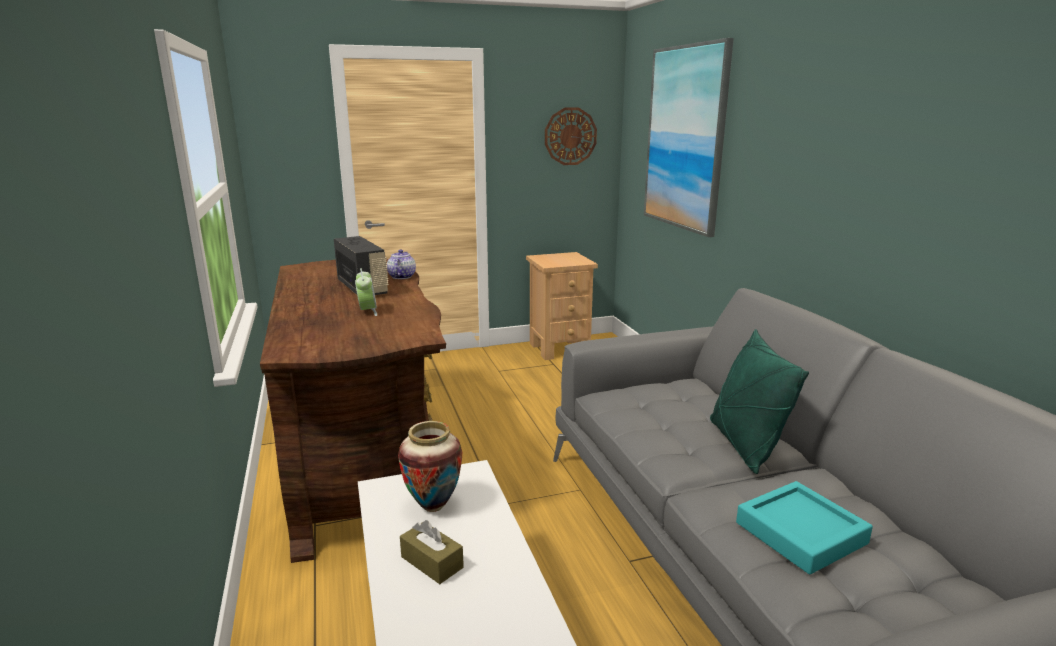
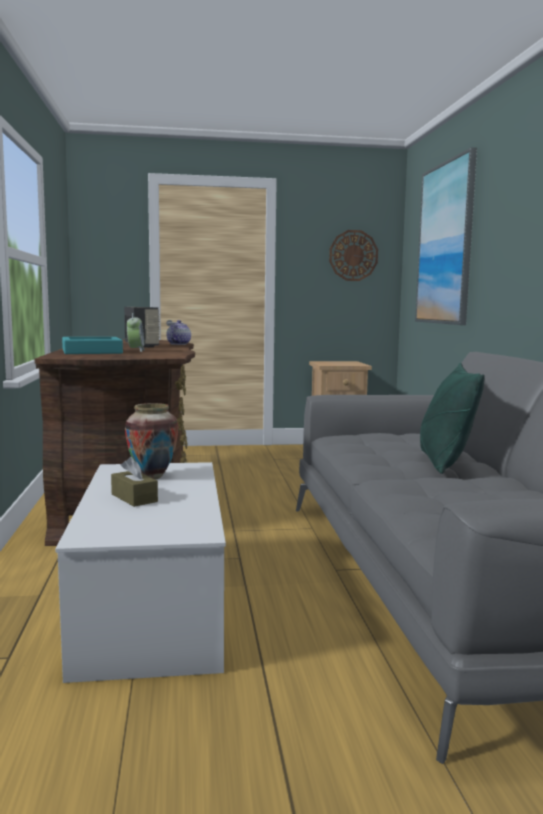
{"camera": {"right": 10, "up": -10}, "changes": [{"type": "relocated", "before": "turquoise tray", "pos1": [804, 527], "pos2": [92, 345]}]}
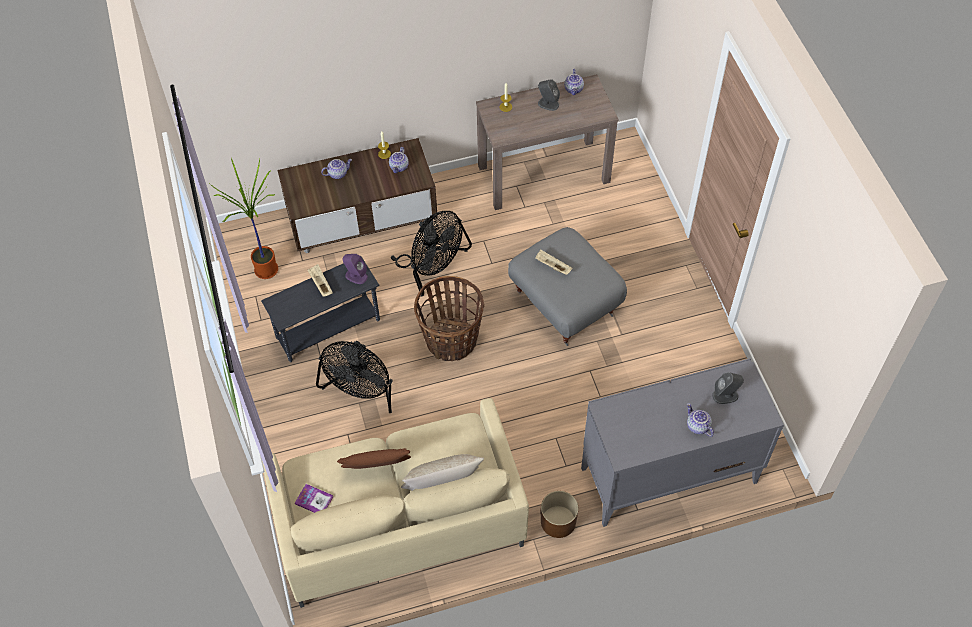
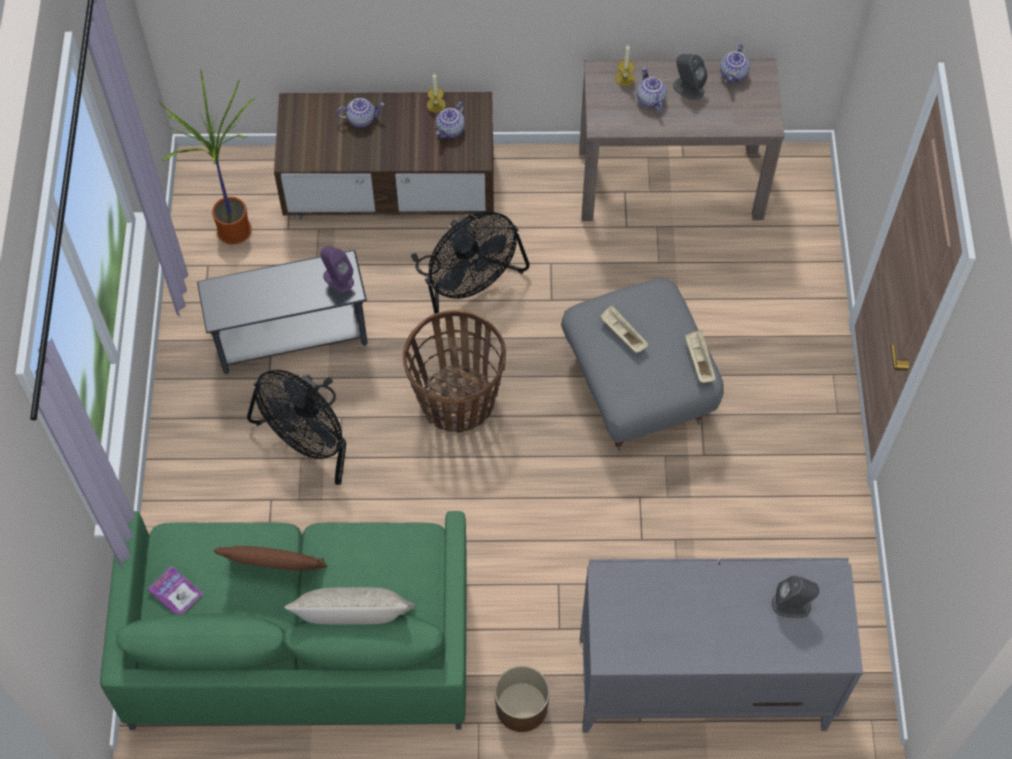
{"camera": {"right": 15, "up": 5}, "changes": [{"type": "relocated", "before": "beige tray", "pos1": [320, 280], "pos2": [700, 356]}, {"type": "relocated", "before": "teapot", "pos1": [700, 420], "pos2": [652, 89]}, {"type": "colour", "before": "beige sofa", "after": "green sofa", "pos1": [395, 503], "pos2": [283, 620]}]}
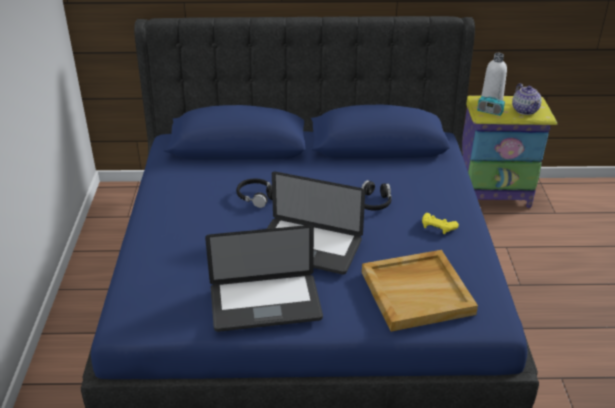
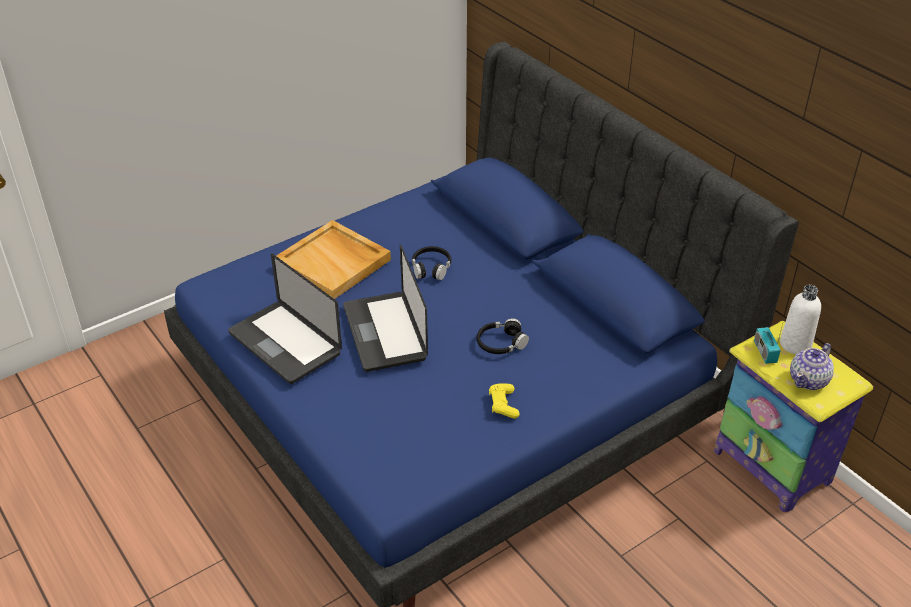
{"camera": {"right": 55, "up": 5}, "changes": [{"type": "relocated", "before": "beige tray", "pos1": [420, 291], "pos2": [333, 259]}]}
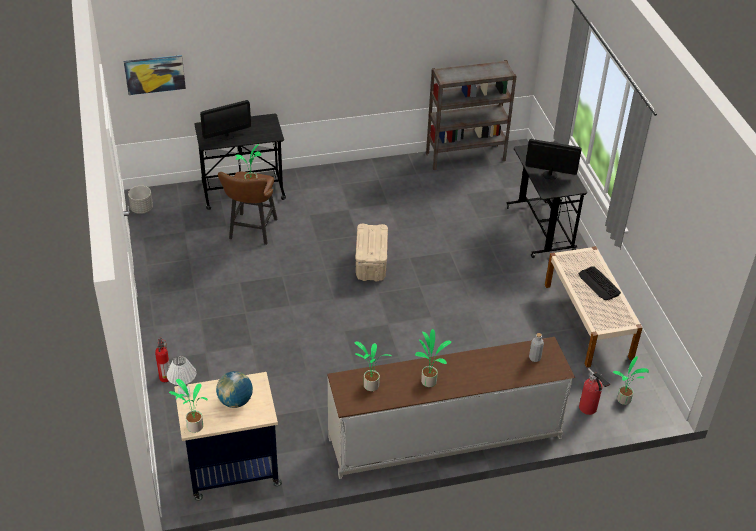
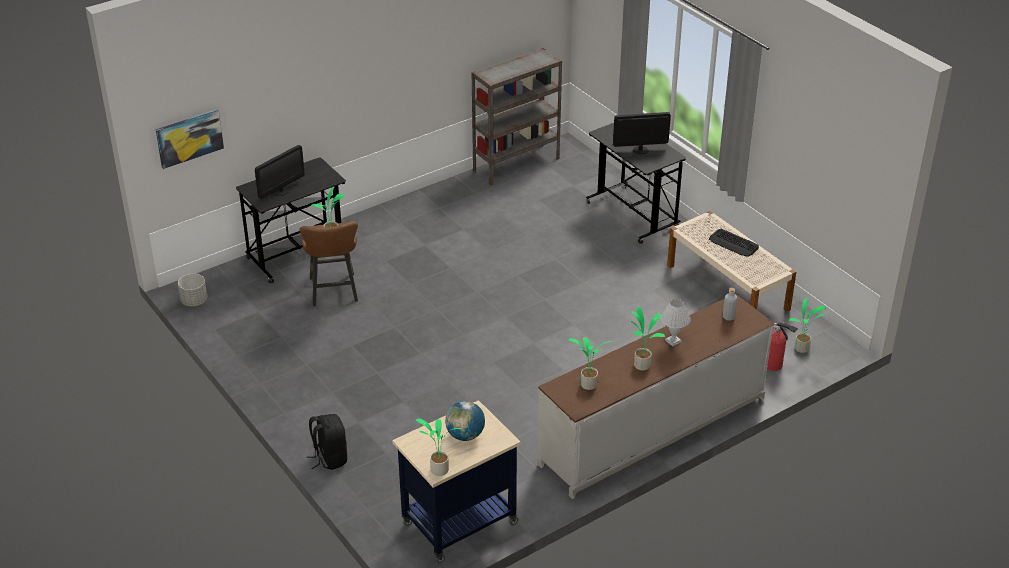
{"camera": {"right": -20, "up": -5}, "changes": [{"type": "missing", "before": "beige storage box", "pos1": [371, 252]}, {"type": "relocated", "before": "white table lamp", "pos1": [181, 377], "pos2": [675, 322]}, {"type": "exchanged", "before": "fire extinguisher", "after": "black backpack", "pos1": [162, 360], "pos2": [326, 442]}]}
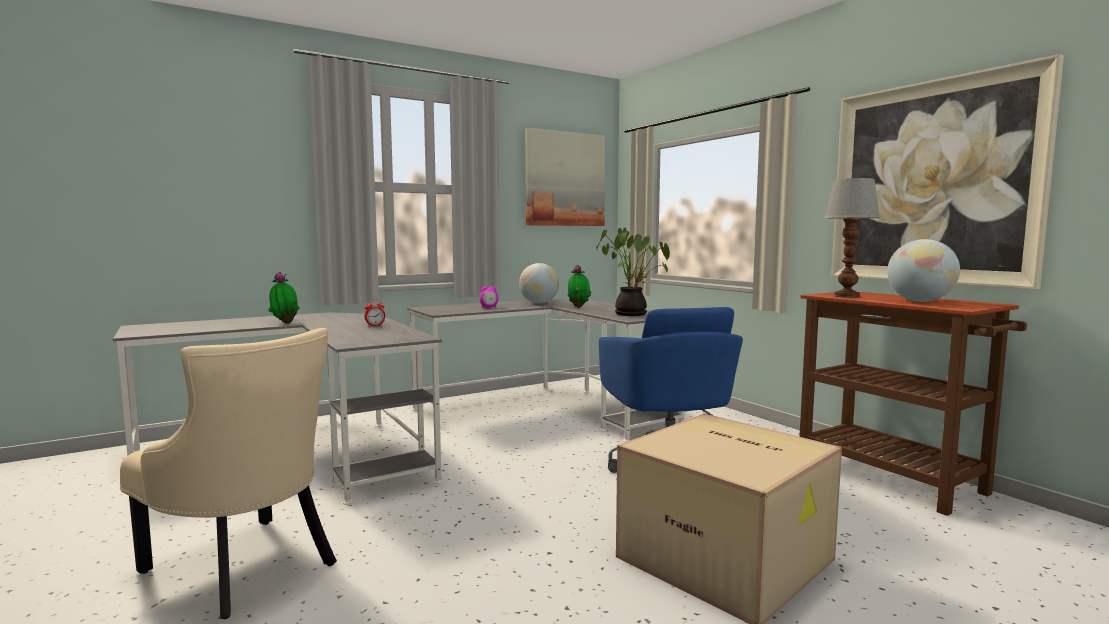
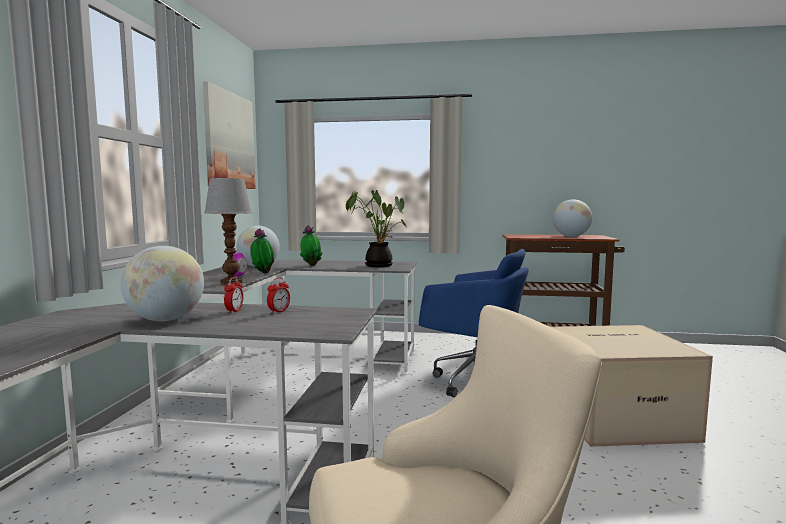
{"camera": {"right": -50, "up": 0}, "changes": [{"type": "missing", "before": "picture", "pos1": [947, 171]}, {"type": "appeared", "after": "globe", "pos2": [162, 283]}, {"type": "appeared", "after": "alarm clock", "pos2": [278, 295]}, {"type": "relocated", "before": "potted plant", "pos1": [283, 298], "pos2": [262, 250]}, {"type": "relocated", "before": "table lamp", "pos1": [852, 238], "pos2": [228, 231]}]}
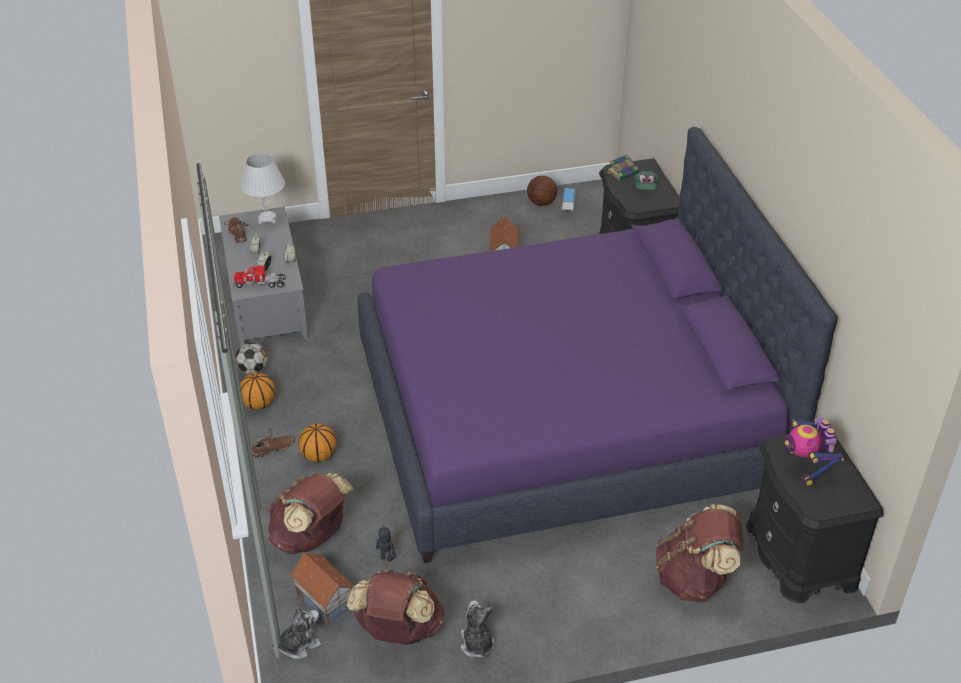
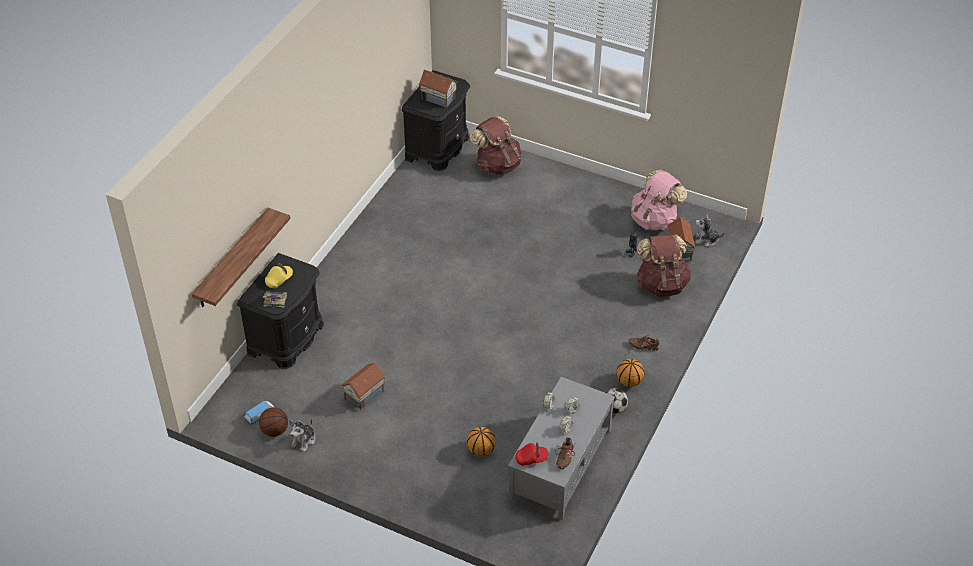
{"camera": {"right": -140, "up": 5}, "changes": [{"type": "missing", "before": "toy truck", "pos1": [260, 276]}, {"type": "missing", "before": "purple bed", "pos1": [597, 345]}, {"type": "appeared", "after": "shelf", "pos2": [241, 257]}, {"type": "relocated", "before": "basketball", "pos1": [317, 443], "pos2": [481, 441]}, {"type": "relocated", "before": "plush toy", "pos1": [478, 629], "pos2": [302, 435]}, {"type": "exchanged", "before": "white table lamp", "after": "red cap", "pos1": [263, 189], "pos2": [531, 454]}, {"type": "exchanged", "before": "toy robot", "after": "toy house", "pos1": [814, 452], "pos2": [438, 89]}, {"type": "colour", "before": "brown backpack", "after": "pink backpack", "pos1": [396, 607], "pos2": [659, 200]}, {"type": "colour", "before": "green cap", "after": "yellow cap", "pos1": [646, 180], "pos2": [279, 275]}]}
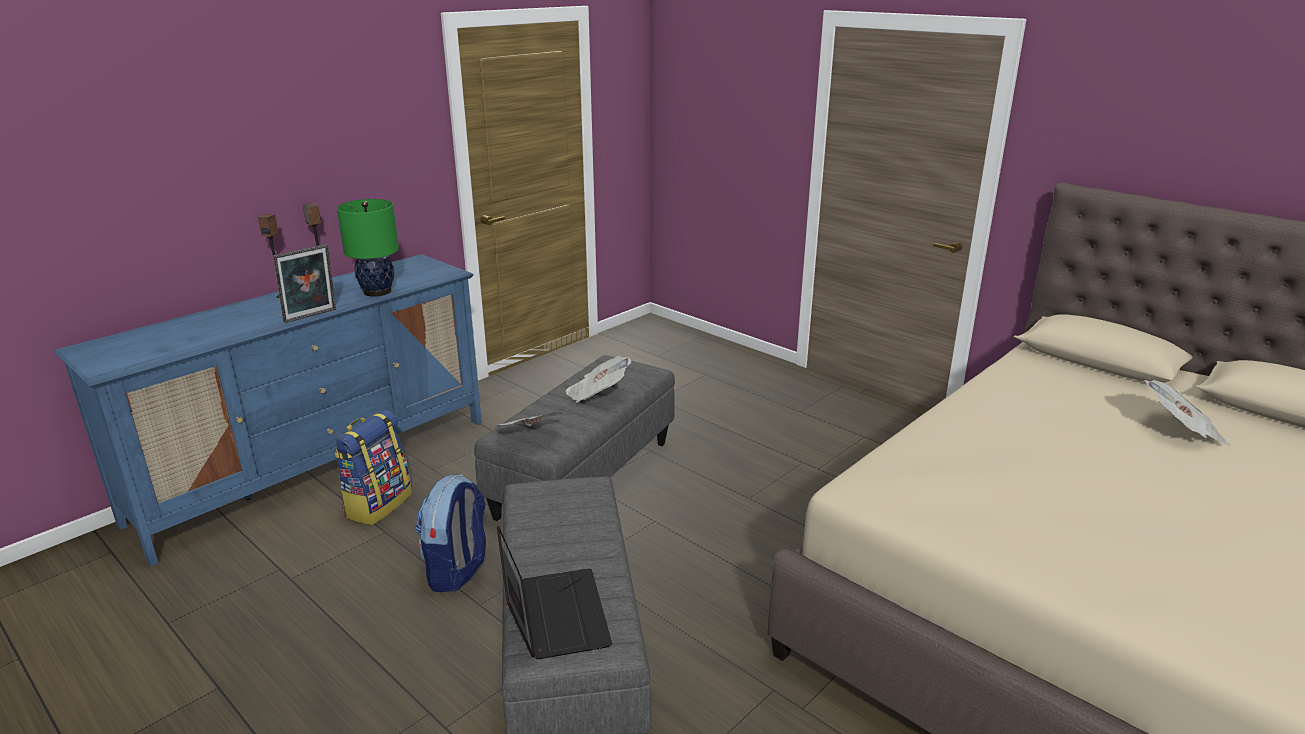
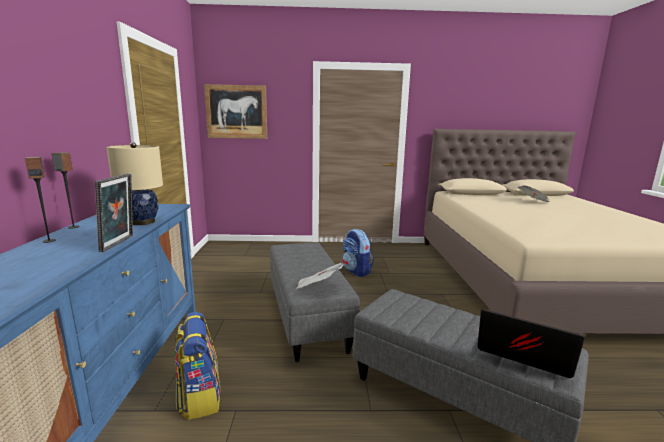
{"camera": {"right": -45, "up": -10}, "changes": [{"type": "missing", "before": "newspaper", "pos1": [598, 379]}, {"type": "appeared", "after": "picture", "pos2": [235, 111]}, {"type": "relocated", "before": "backpack", "pos1": [450, 533], "pos2": [358, 253]}, {"type": "colour", "before": "green table lamp", "after": "beige table lamp", "pos1": [368, 248], "pos2": [135, 183]}]}
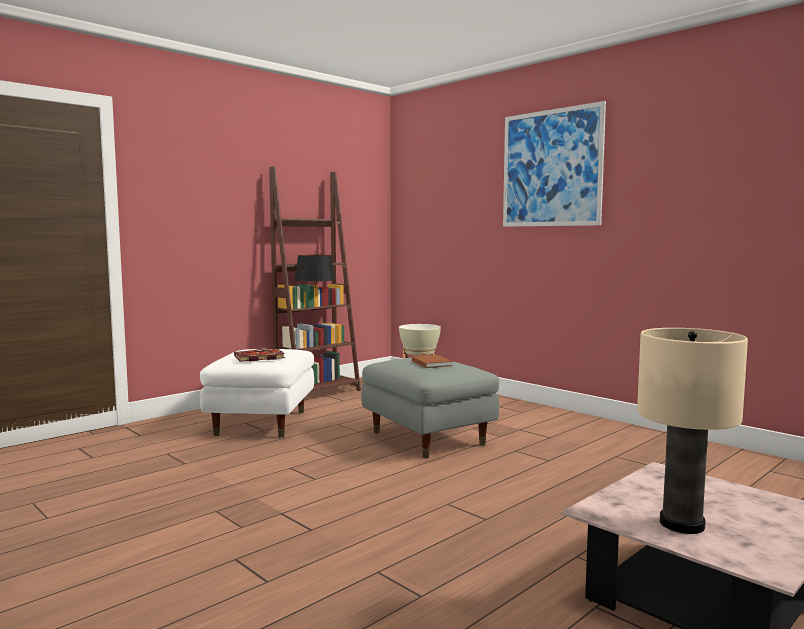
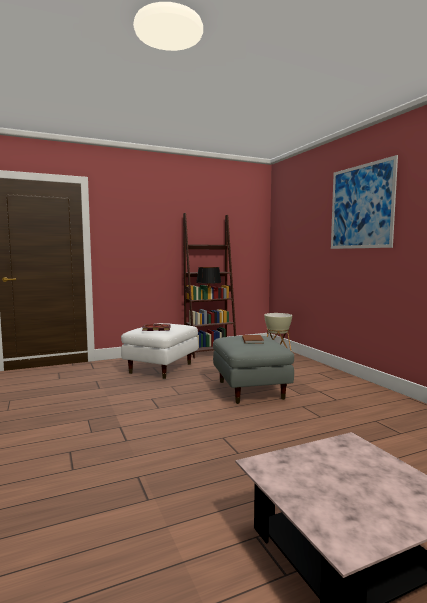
{"camera": {"right": 20, "up": 0}, "changes": [{"type": "missing", "before": "beige table lamp", "pos1": [692, 431]}]}
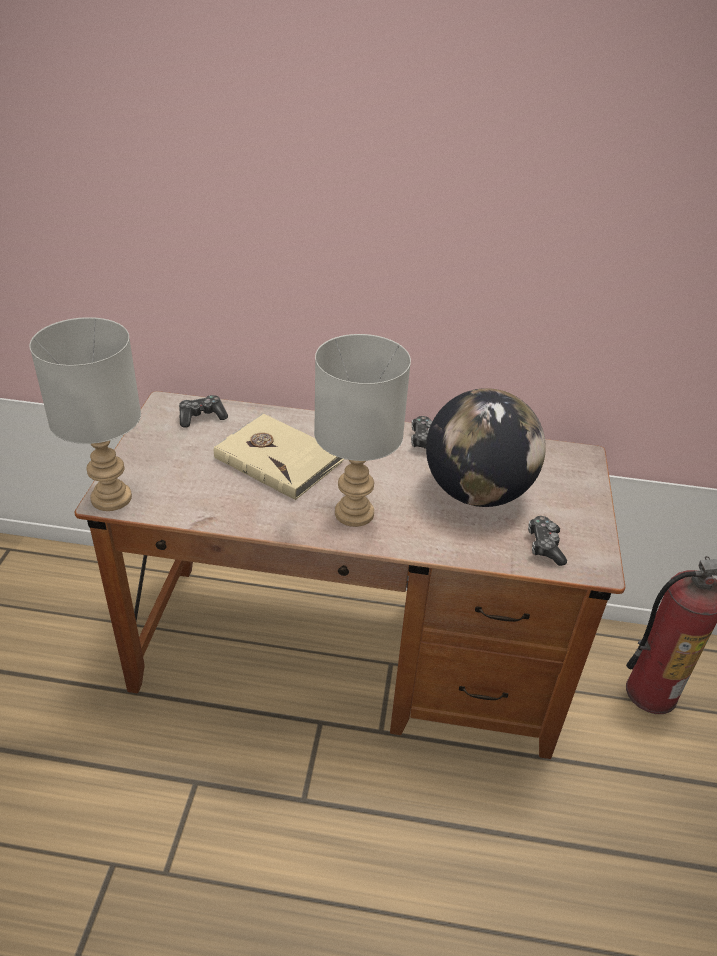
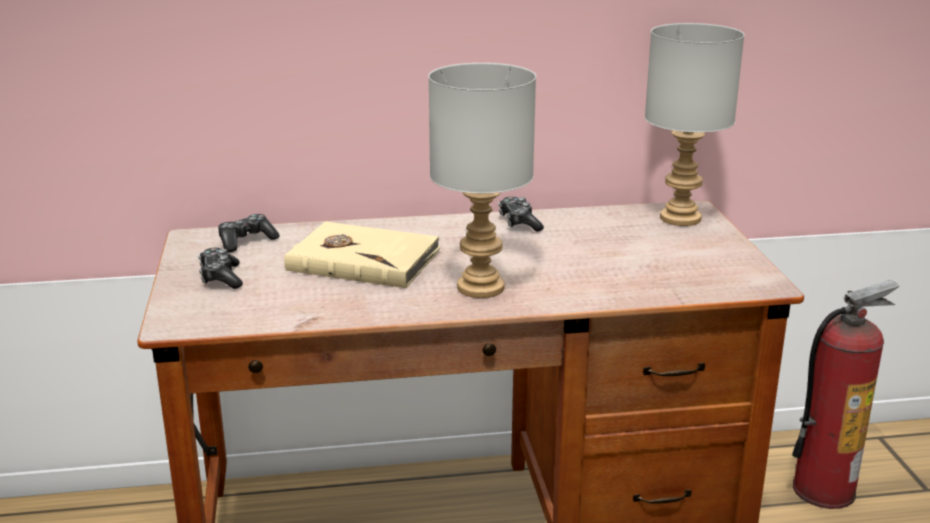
{"camera": {"right": -15, "up": -15}, "changes": [{"type": "missing", "before": "globe", "pos1": [486, 447]}, {"type": "relocated", "before": "grey table lamp", "pos1": [85, 414], "pos2": [694, 124]}, {"type": "relocated", "before": "game controller", "pos1": [547, 541], "pos2": [220, 268]}]}
